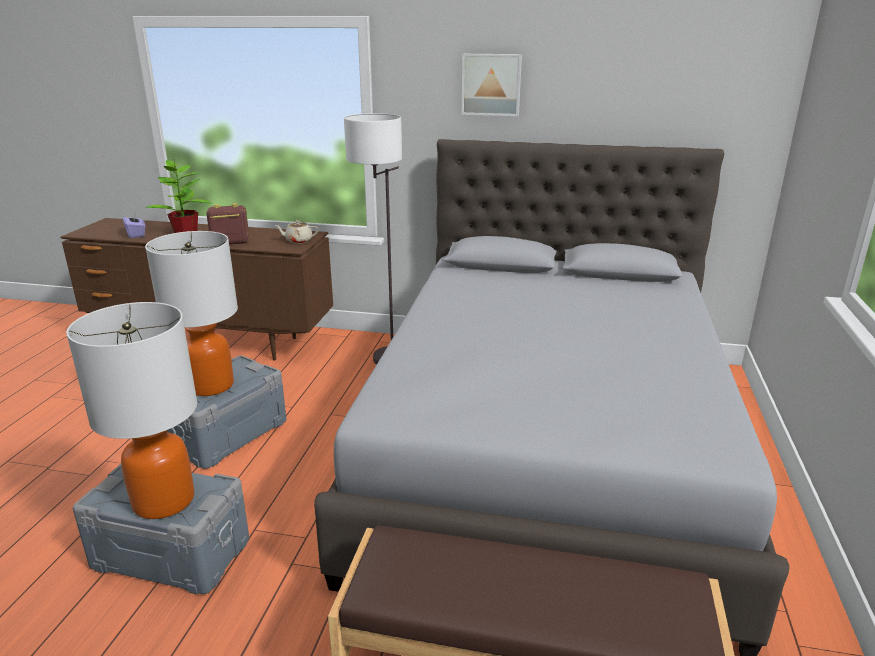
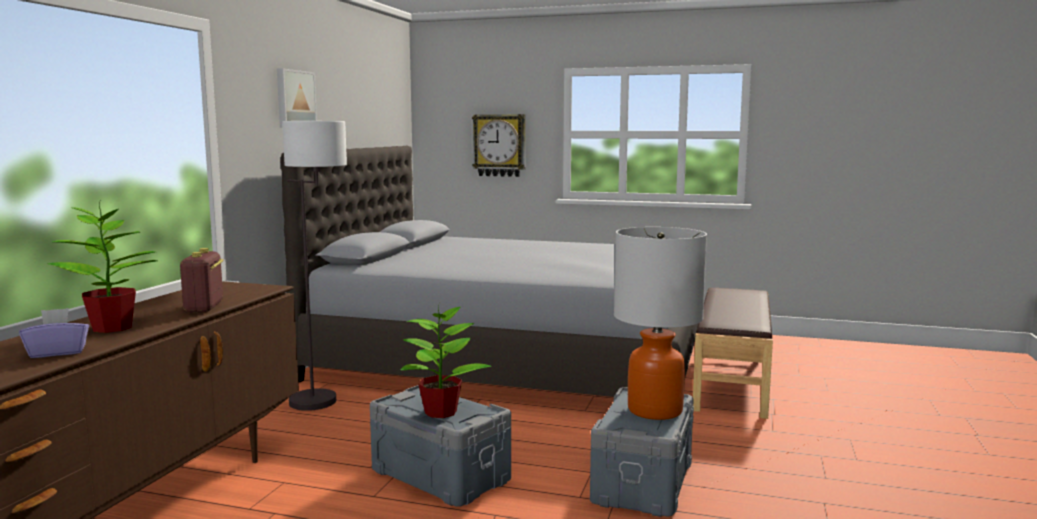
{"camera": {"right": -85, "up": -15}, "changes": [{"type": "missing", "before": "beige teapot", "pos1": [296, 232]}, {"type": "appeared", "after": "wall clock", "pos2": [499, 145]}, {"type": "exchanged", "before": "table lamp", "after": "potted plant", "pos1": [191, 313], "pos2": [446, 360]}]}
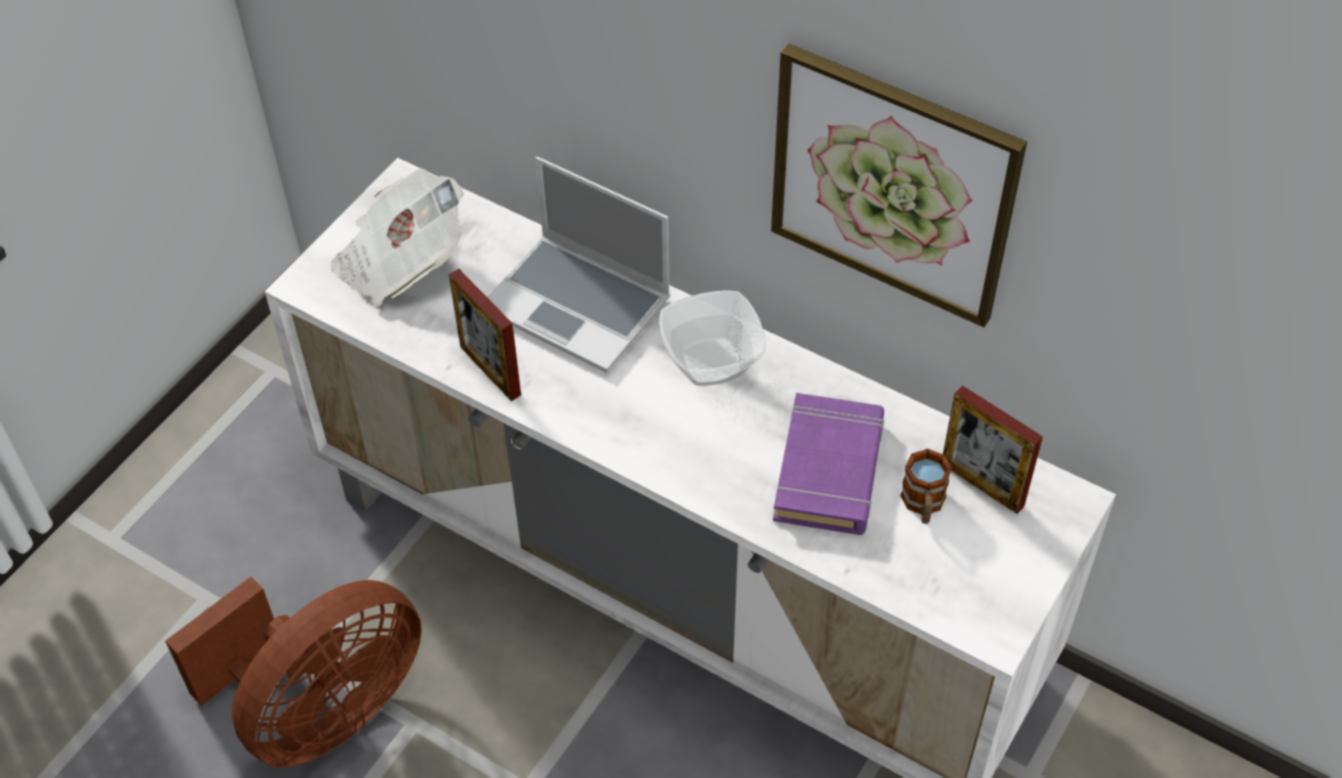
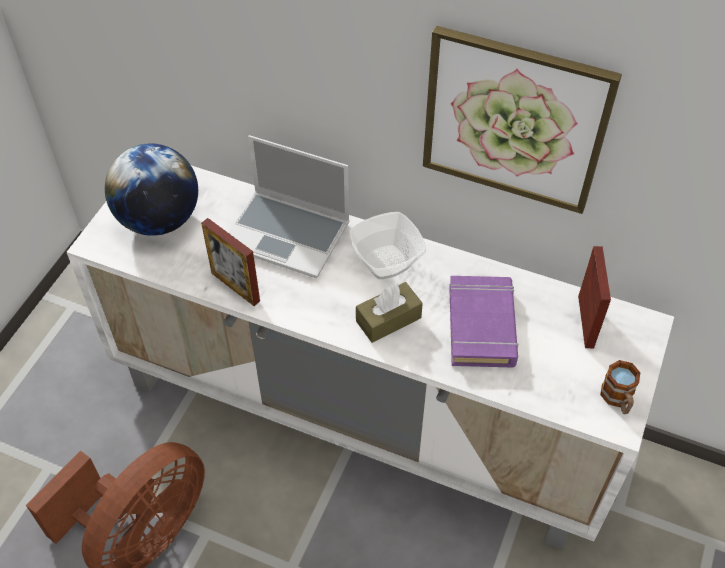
{"camera": {"right": -10, "up": 0}, "changes": [{"type": "appeared", "after": "brown tissue box", "pos2": [389, 312]}, {"type": "relocated", "before": "mug", "pos1": [926, 486], "pos2": [620, 387]}, {"type": "exchanged", "before": "newspaper", "after": "globe", "pos1": [397, 237], "pos2": [151, 189]}, {"type": "spun", "before": "picture frame", "pos1": [993, 449], "pos2": [594, 297], "turn": -120}]}
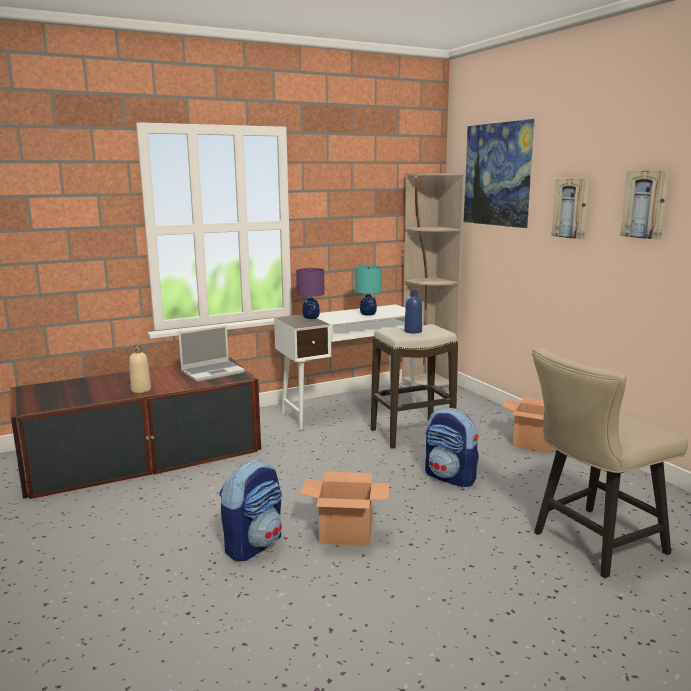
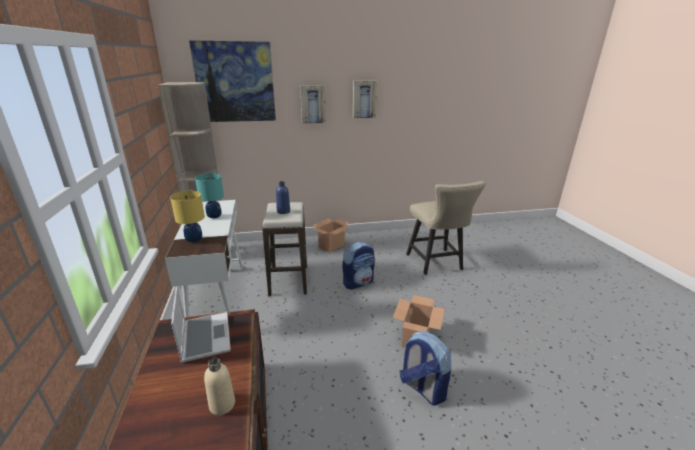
{"camera": {"right": -75, "up": 10}, "changes": [{"type": "colour", "before": "purple table lamp", "after": "yellow table lamp", "pos1": [310, 293], "pos2": [187, 216]}]}
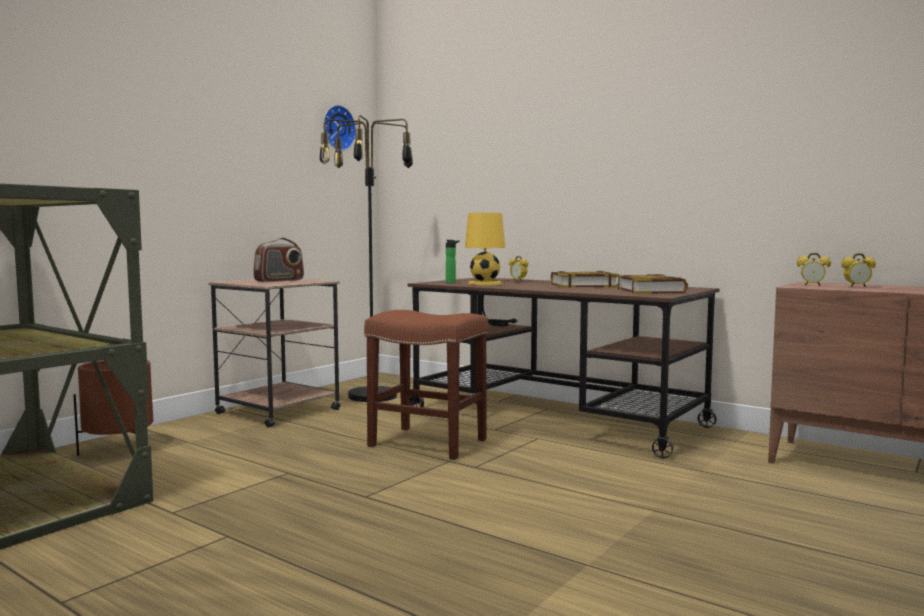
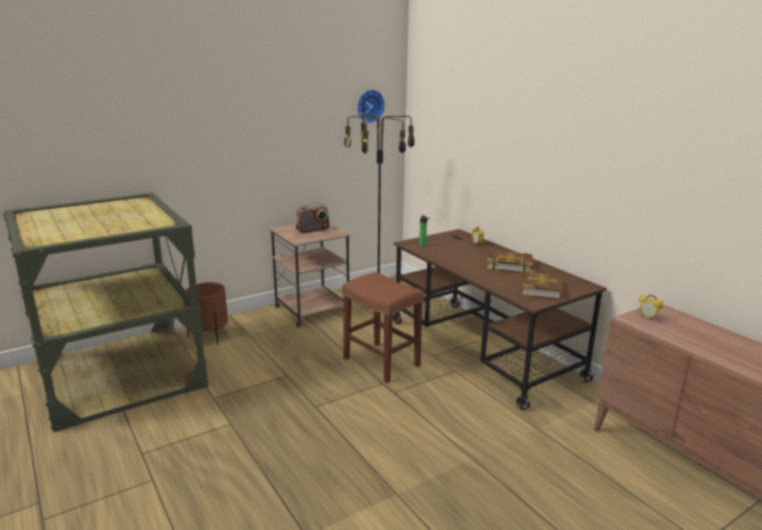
{"camera": {"right": 20, "up": 15}, "changes": [{"type": "missing", "before": "yellow table lamp", "pos1": [485, 249]}, {"type": "missing", "before": "alarm clock", "pos1": [858, 270]}]}
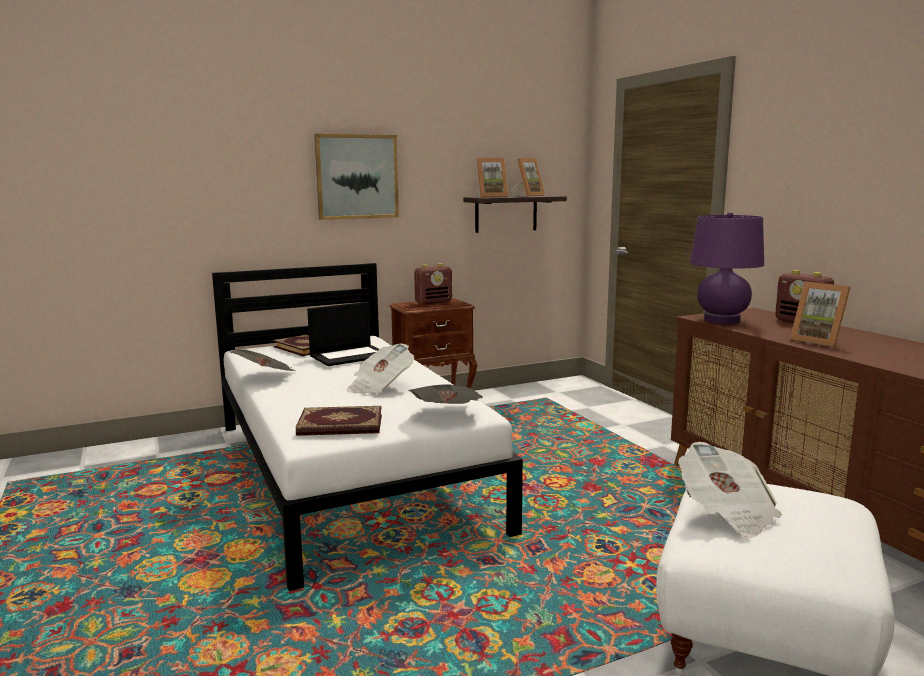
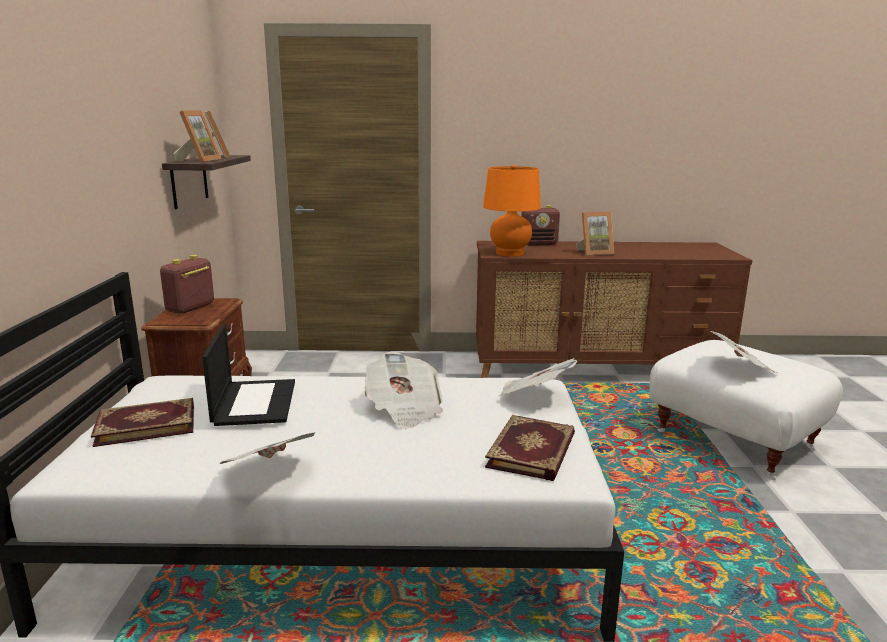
{"camera": {"right": -65, "up": 5}, "changes": [{"type": "missing", "before": "picture", "pos1": [356, 177]}, {"type": "colour", "before": "purple table lamp", "after": "orange table lamp", "pos1": [727, 268], "pos2": [512, 210]}, {"type": "spun", "before": "radio", "pos1": [433, 284], "pos2": [187, 284], "turn": -150}]}
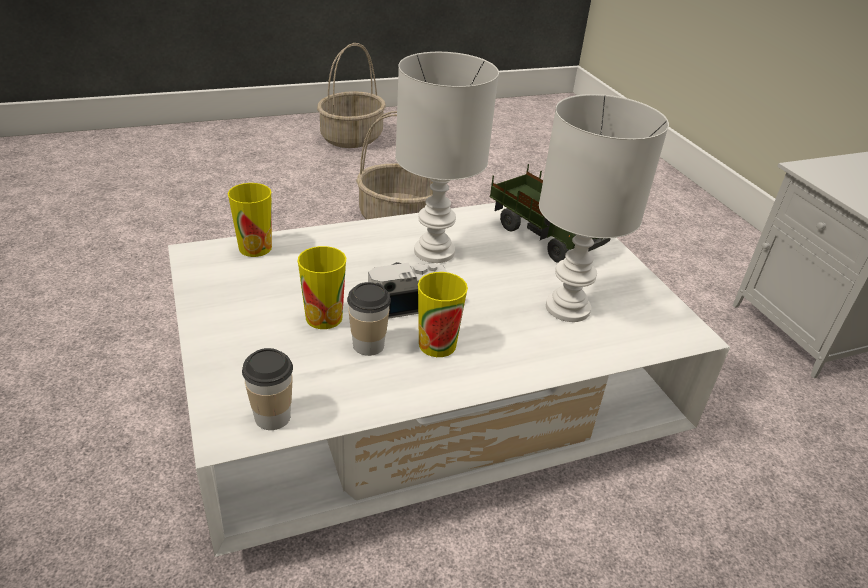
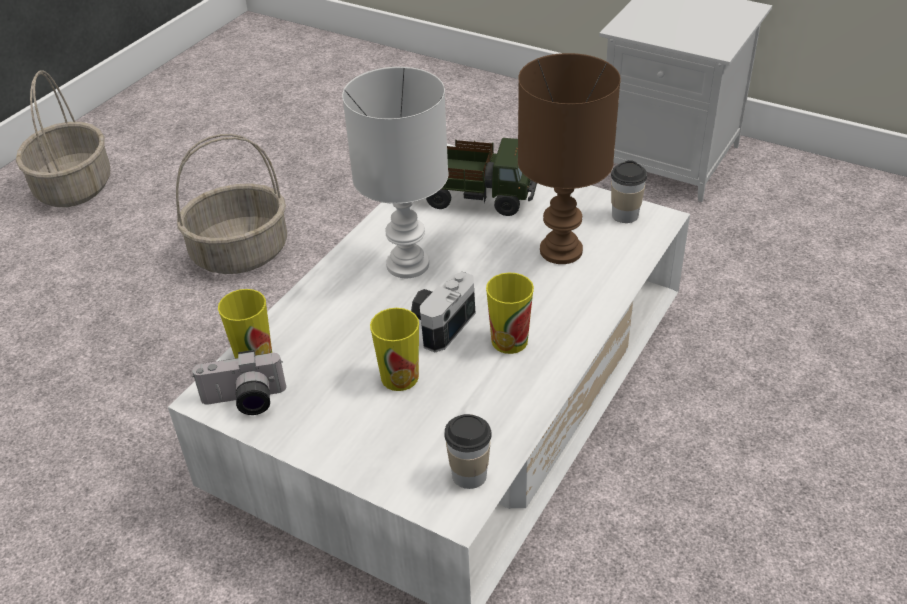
{"camera": {"right": -35, "up": 5}, "changes": [{"type": "appeared", "after": "photo camera", "pos2": [239, 382]}, {"type": "relocated", "before": "cup", "pos1": [369, 319], "pos2": [629, 191]}, {"type": "colour", "before": "white table lamp", "after": "brown table lamp", "pos1": [604, 208], "pos2": [569, 158]}]}
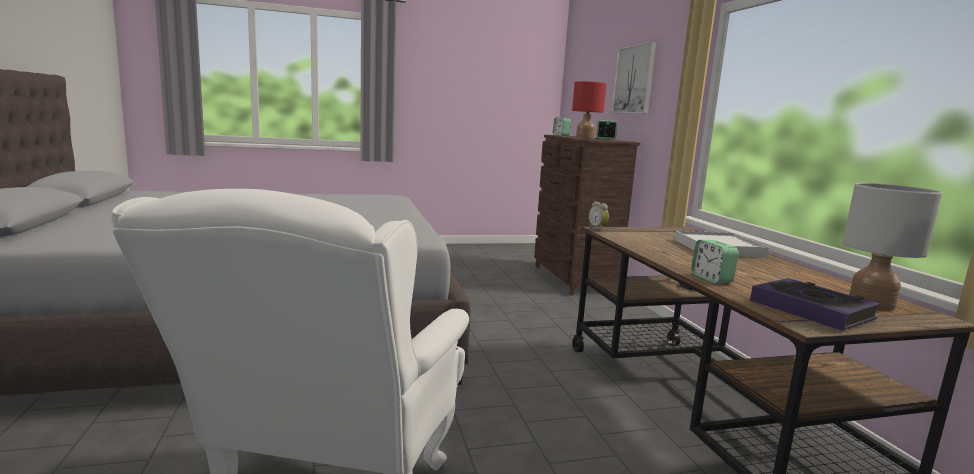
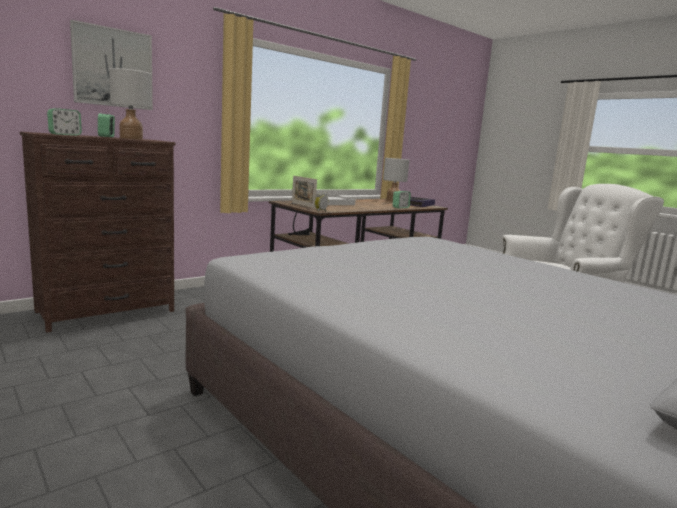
{"camera": {"right": -115, "up": 0}, "changes": [{"type": "appeared", "after": "picture frame", "pos2": [304, 192]}, {"type": "colour", "before": "red table lamp", "after": "grey table lamp", "pos1": [589, 110], "pos2": [130, 104]}]}
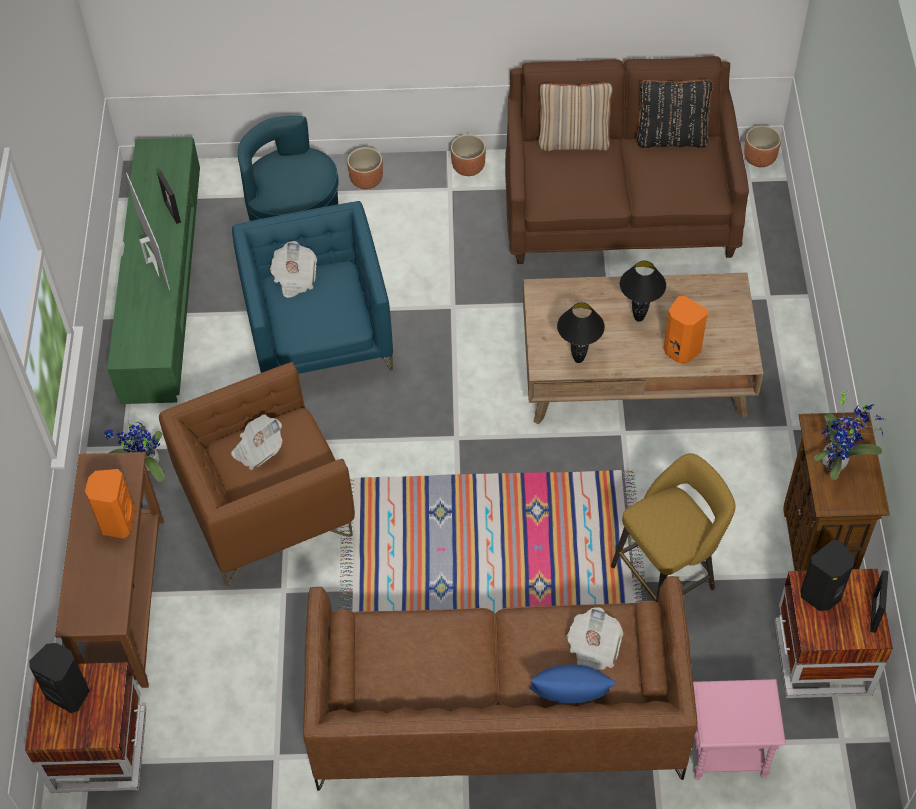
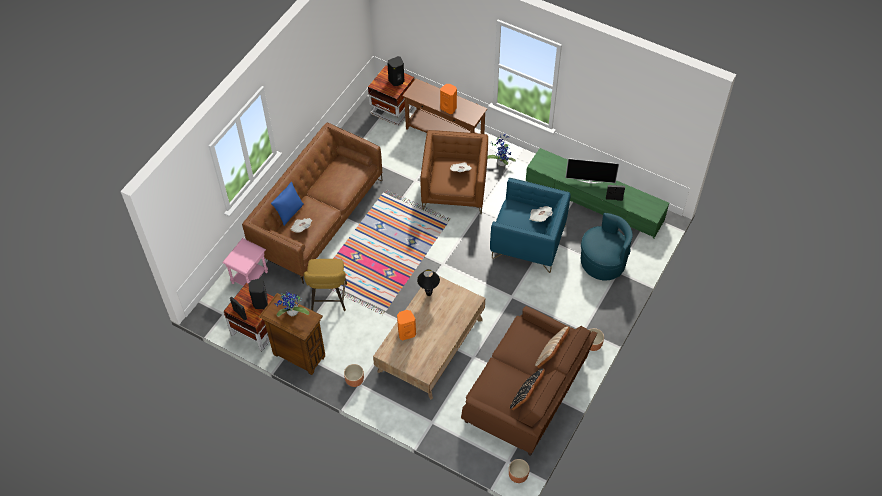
{"camera": {"right": 120, "up": 0}, "changes": [{"type": "missing", "before": "black table lamp", "pos1": [643, 291]}, {"type": "relocated", "before": "brown planter", "pos1": [365, 168], "pos2": [354, 375]}]}
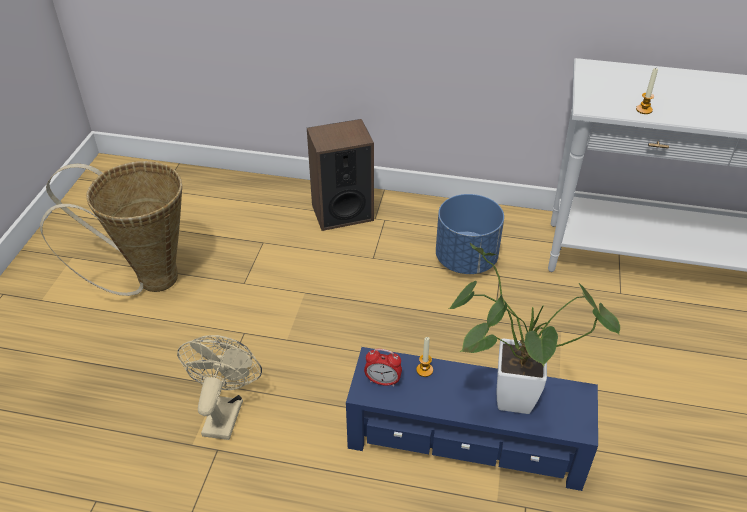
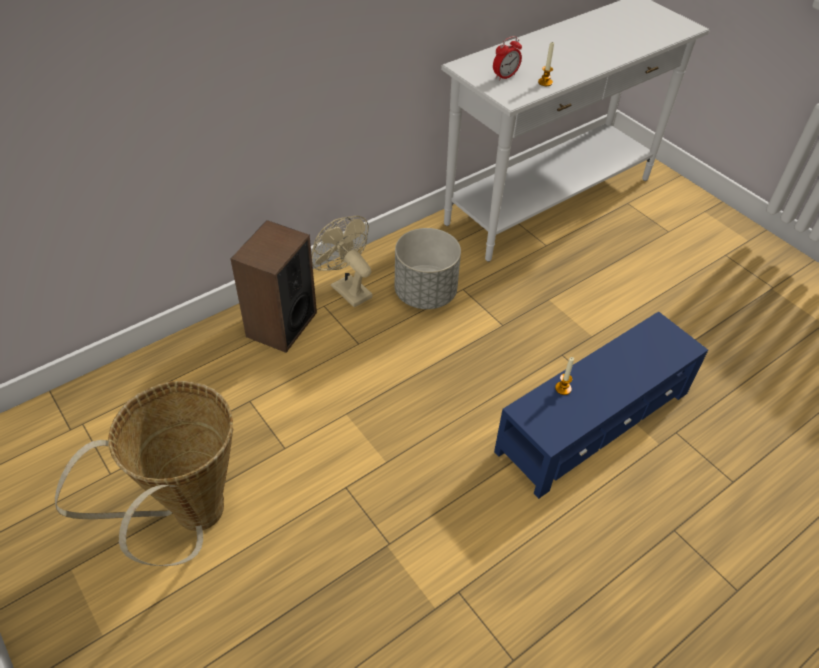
{"camera": {"right": -50, "up": 5}, "changes": [{"type": "missing", "before": "potted plant", "pos1": [534, 328]}, {"type": "relocated", "before": "beige fan", "pos1": [219, 387], "pos2": [342, 261]}, {"type": "relocated", "before": "alarm clock", "pos1": [383, 367], "pos2": [507, 58]}, {"type": "colour", "before": "blue planter", "after": "grey planter", "pos1": [470, 234], "pos2": [428, 268]}]}
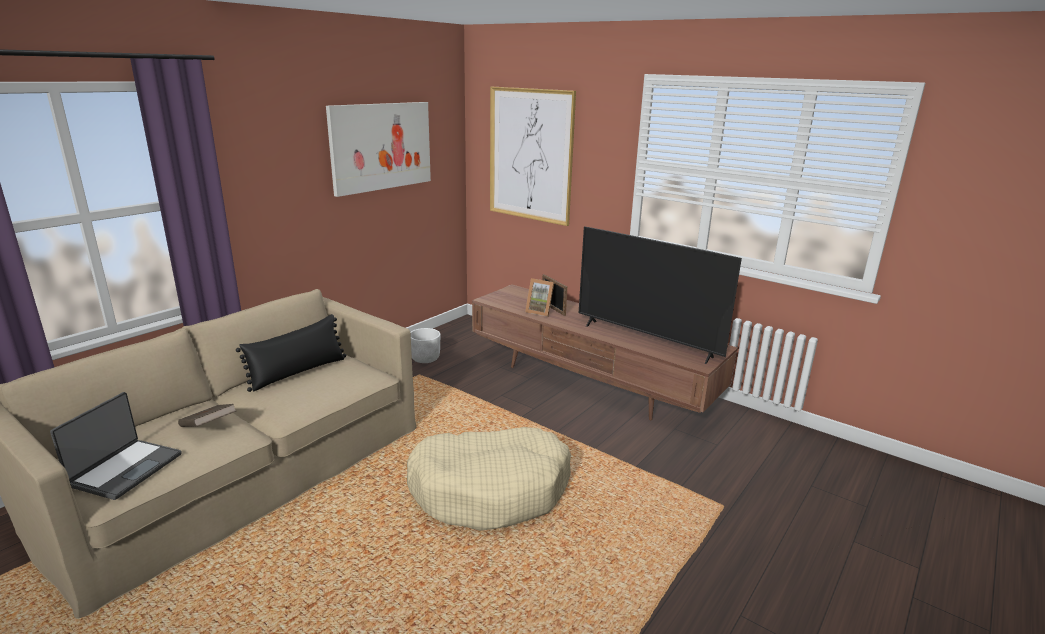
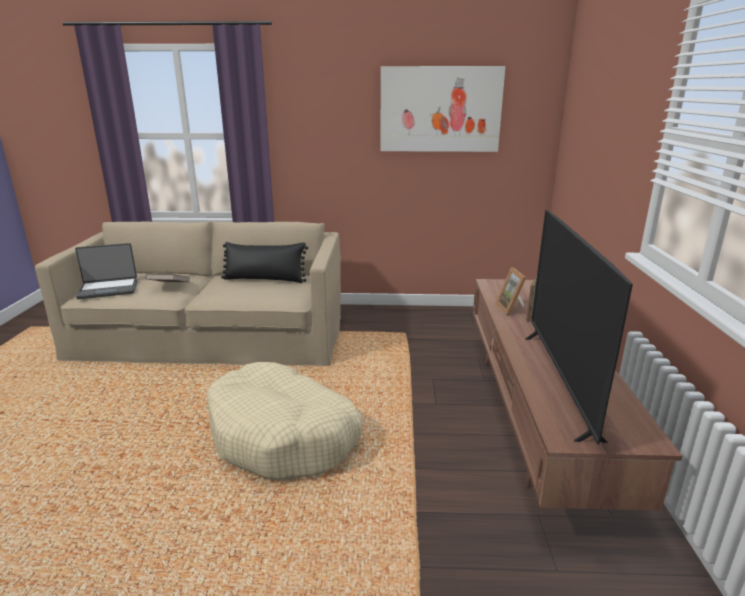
{"camera": {"right": 55, "up": 0}, "changes": [{"type": "missing", "before": "white planter", "pos1": [425, 345]}, {"type": "missing", "before": "picture", "pos1": [533, 156]}]}
